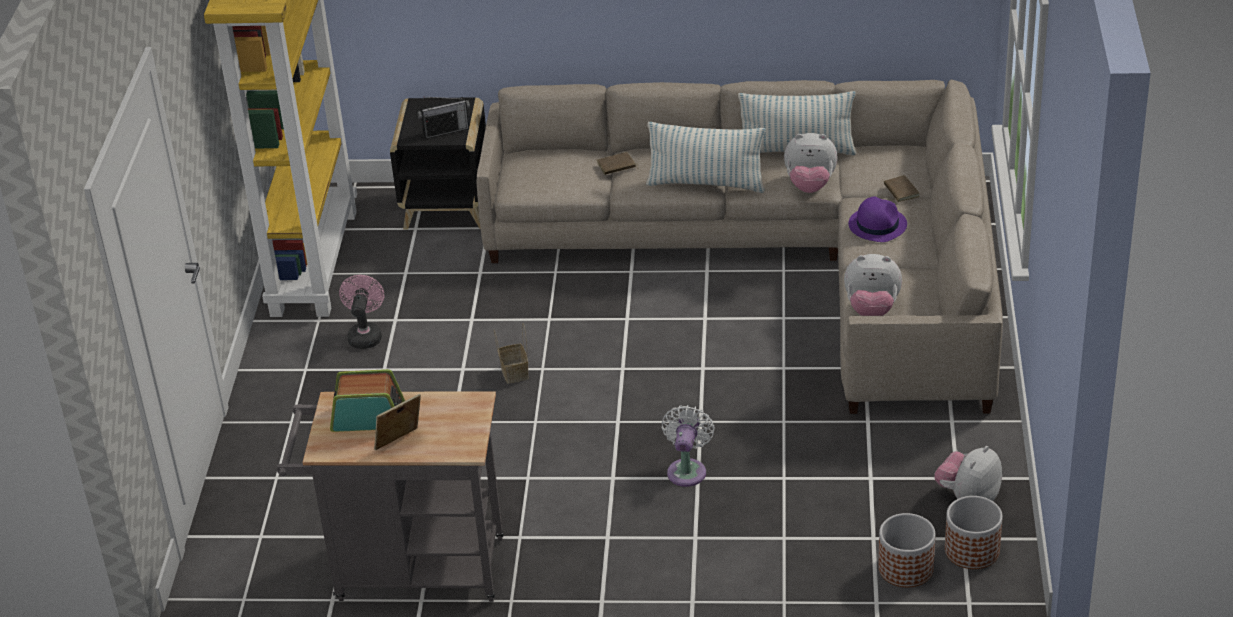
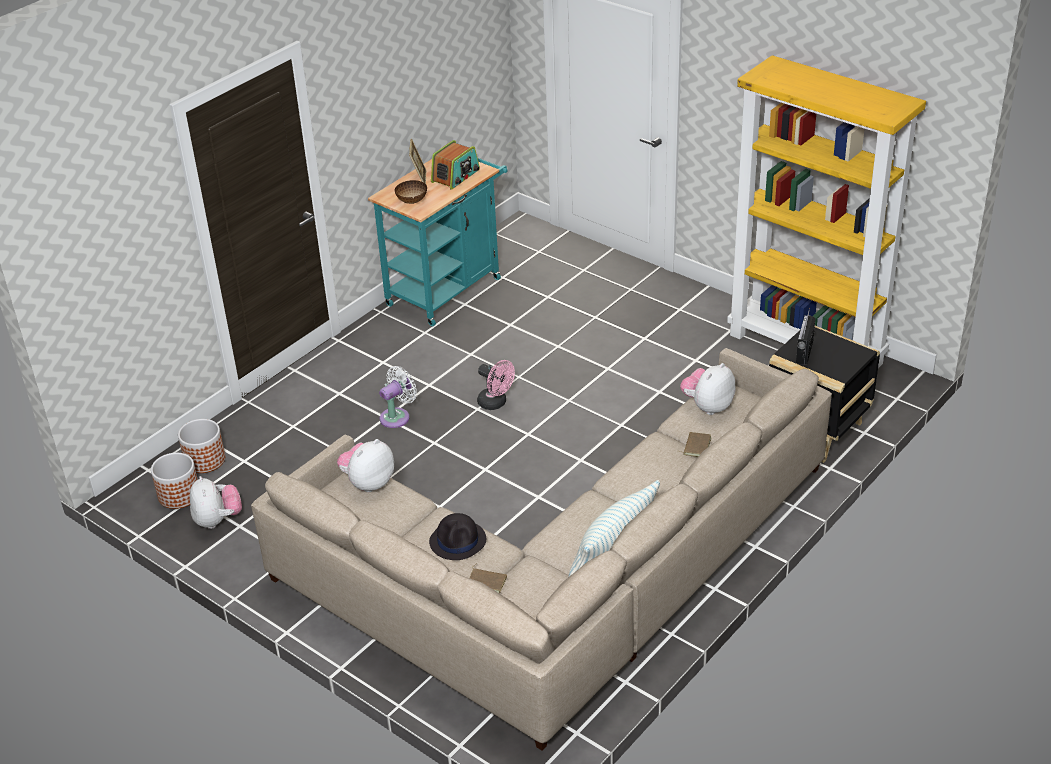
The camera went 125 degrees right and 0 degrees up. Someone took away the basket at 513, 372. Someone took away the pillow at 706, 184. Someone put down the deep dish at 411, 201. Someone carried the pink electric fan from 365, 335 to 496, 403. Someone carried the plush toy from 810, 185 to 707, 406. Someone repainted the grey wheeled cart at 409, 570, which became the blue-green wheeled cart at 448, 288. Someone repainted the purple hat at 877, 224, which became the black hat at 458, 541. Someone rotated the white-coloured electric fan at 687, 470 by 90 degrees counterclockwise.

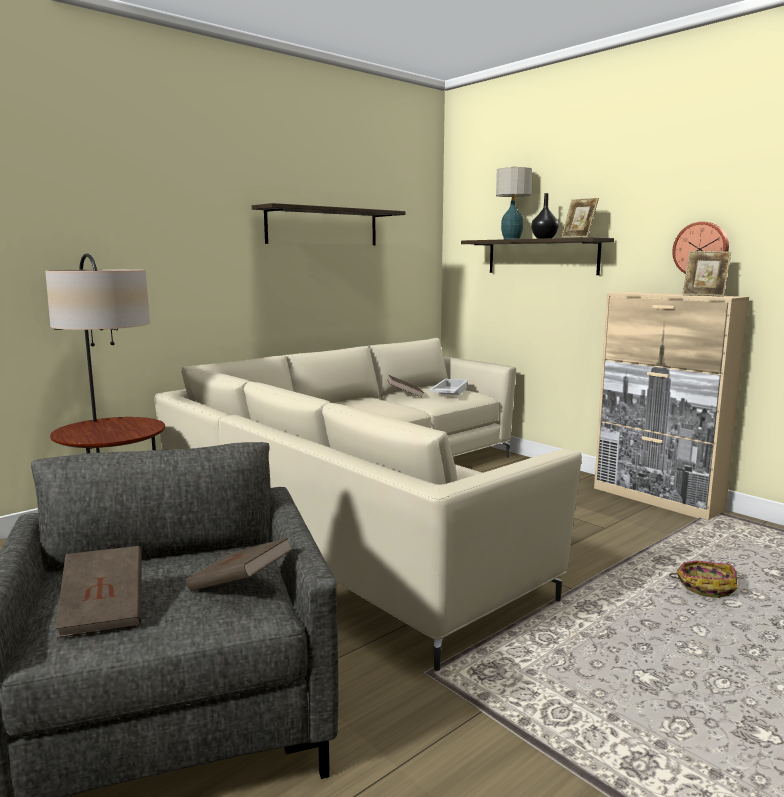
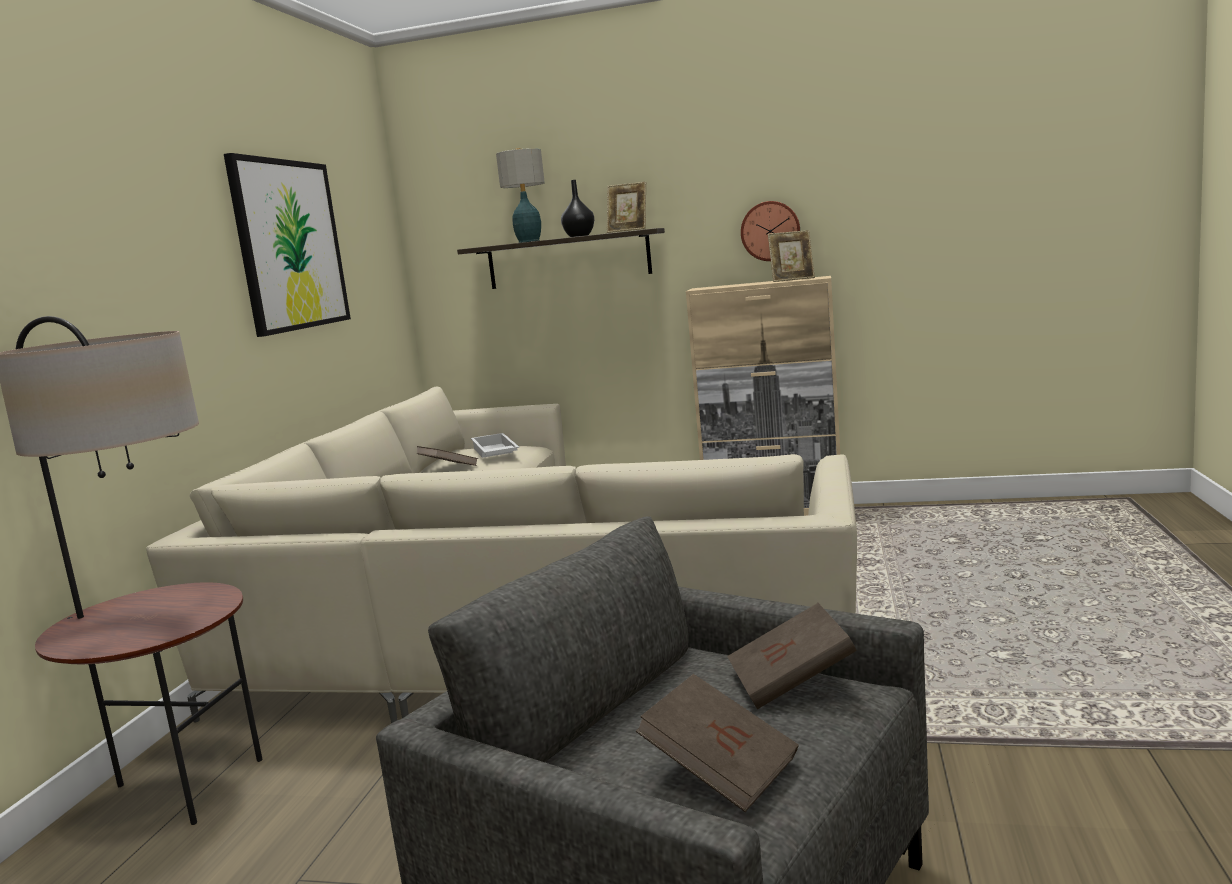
The camera went 35 degrees left and 0 degrees up. Someone took away the basket at 705, 587. Someone swapped the bracket shelf at 323, 227 for the wall art at 290, 245.

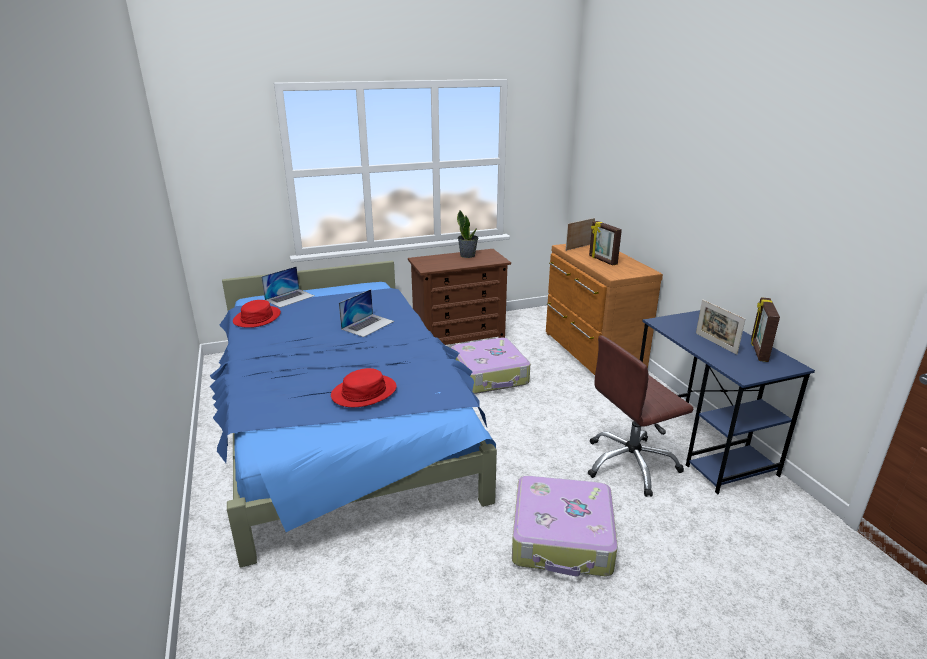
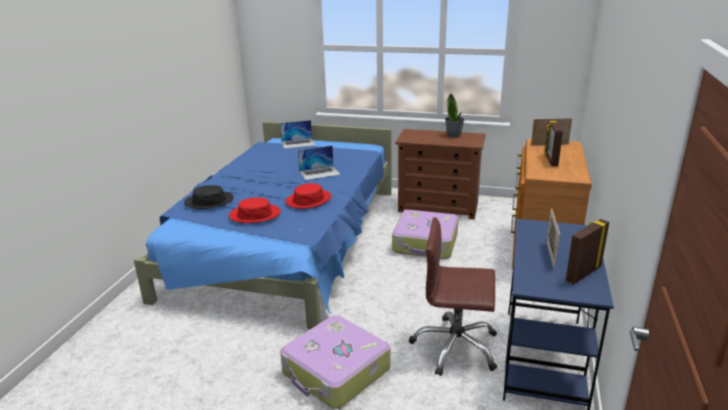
The camera went 35 degrees right and 0 degrees up. Someone put down the black hat at 209, 201. Someone carried the red hat from 257, 318 to 308, 200.

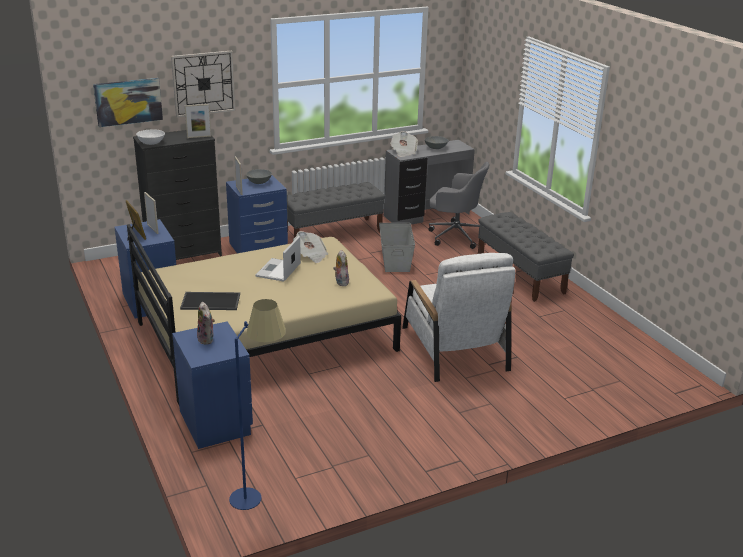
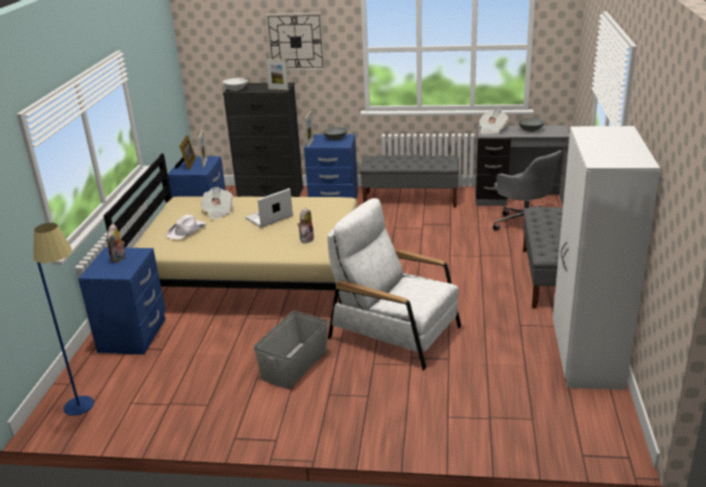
The camera went 35 degrees right and 0 degrees up. Someone took away the wall art at 128, 101. Someone put down the white-coloured armoire at 586, 357. Someone carried the daily paper from 310, 255 to 218, 211. Someone carried the grey storage box from 395, 259 to 295, 365. Someone swapped the serving tray at 211, 301 for the white-coloured hat at 187, 231. Someone rotated the white-coloured lounge chair at 453, 348 by 105 degrees clockwise.

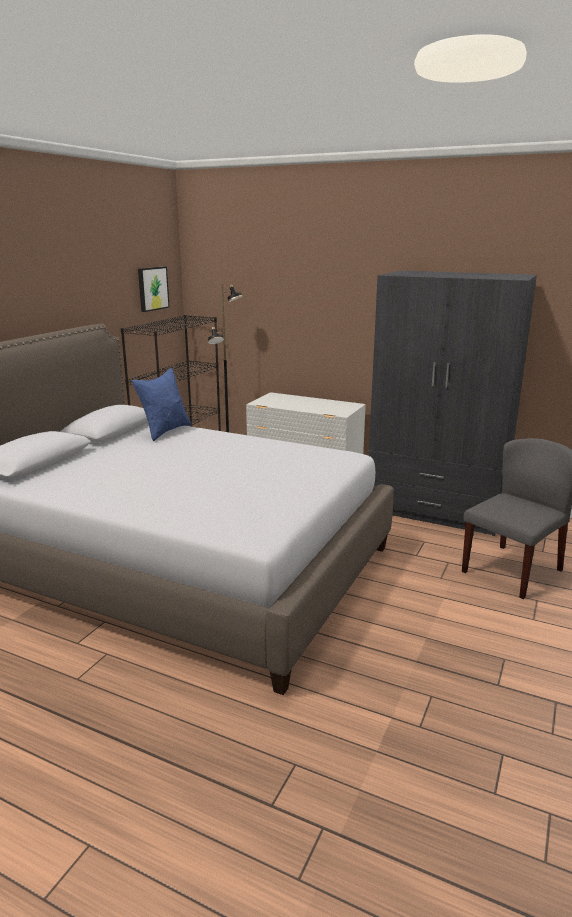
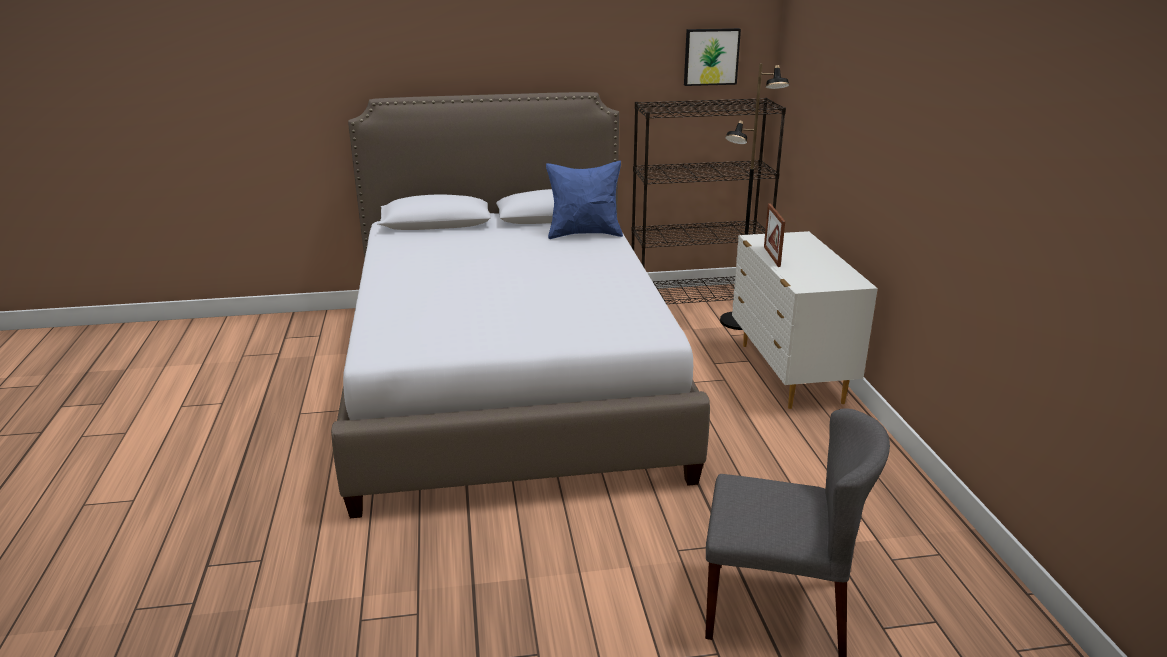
The camera went 55 degrees right and 5 degrees up. Someone took away the grey armoire at 436, 510. Someone put down the photo frame at 771, 256.

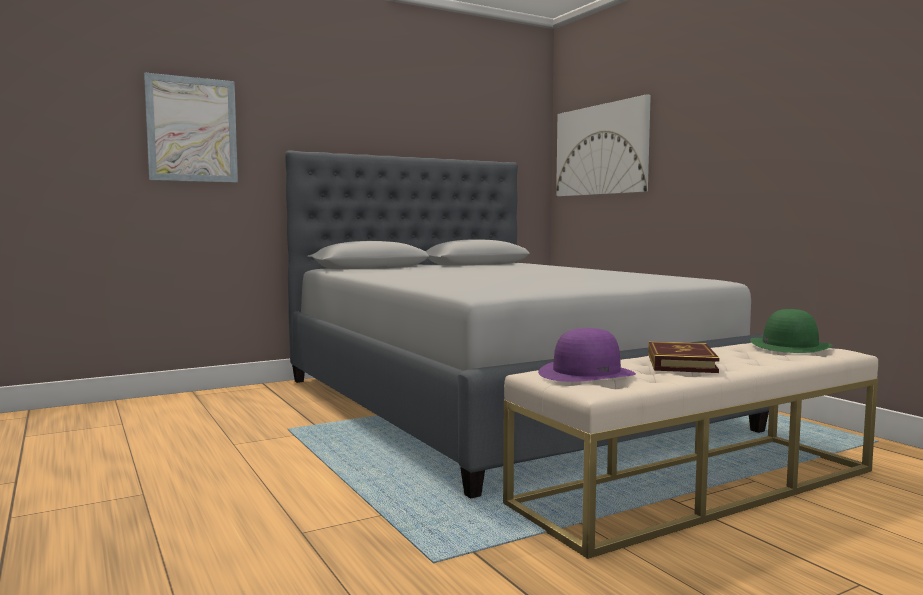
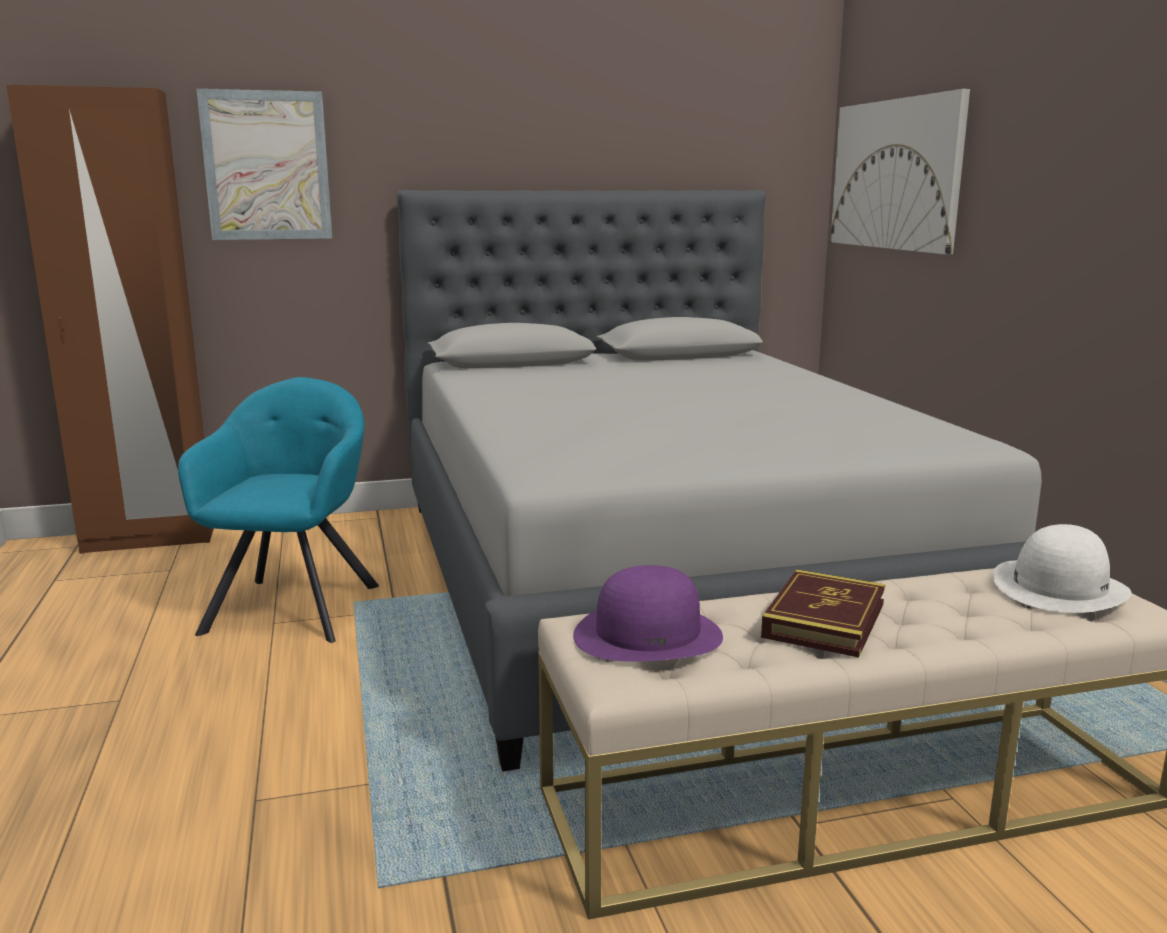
The camera went 15 degrees right and 10 degrees up. Someone put down the brown armoire at 149, 540. Someone put down the blue-green lounge chair at 295, 605. Someone repainted the greenish hat at 789, 346, which became the white-coloured hat at 1059, 587.

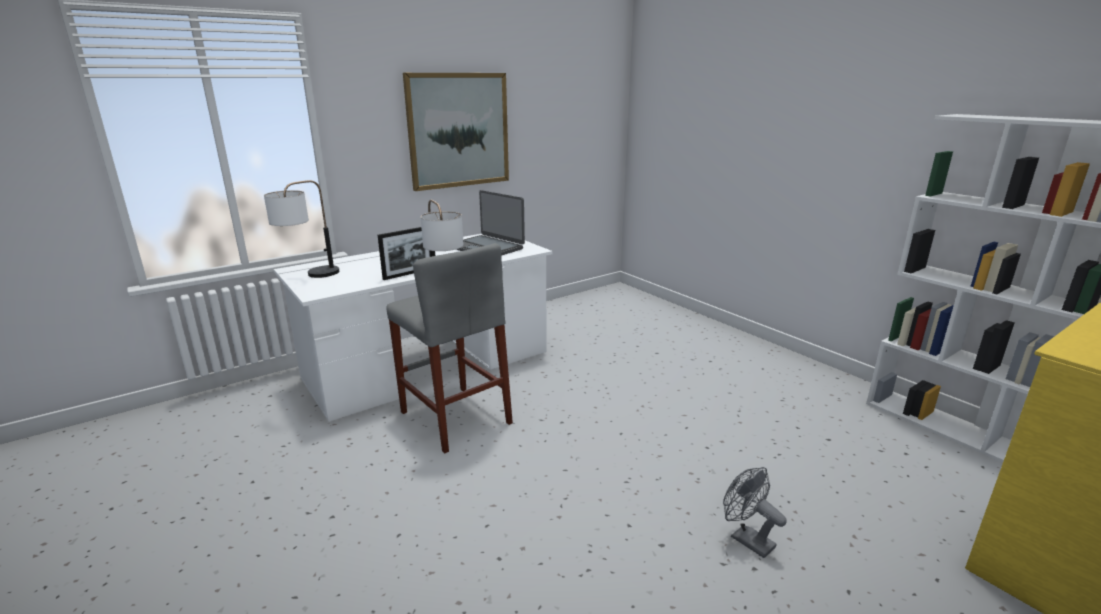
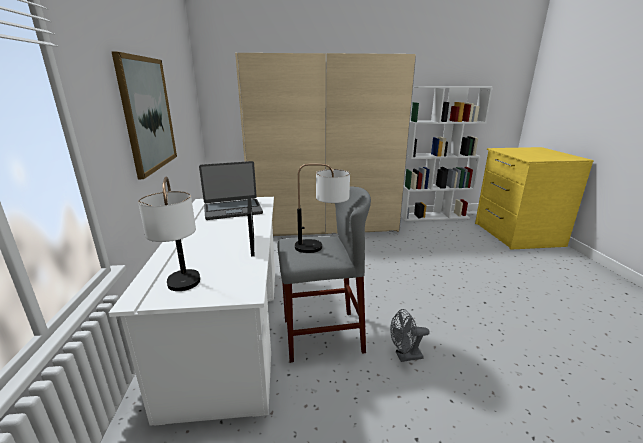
The camera went 60 degrees left and 0 degrees up. Someone put down the beige-coloured armoire at 324, 225. Someone carried the grey electric fan from 746, 539 to 405, 356.

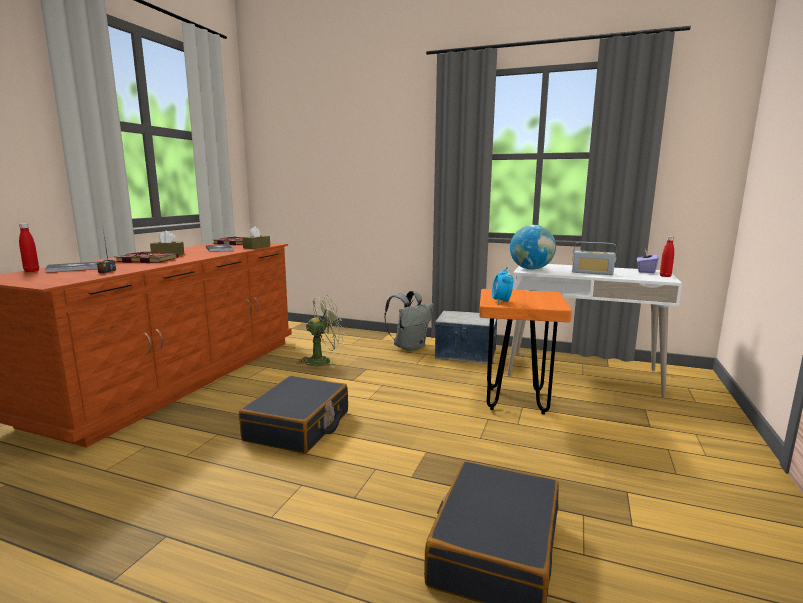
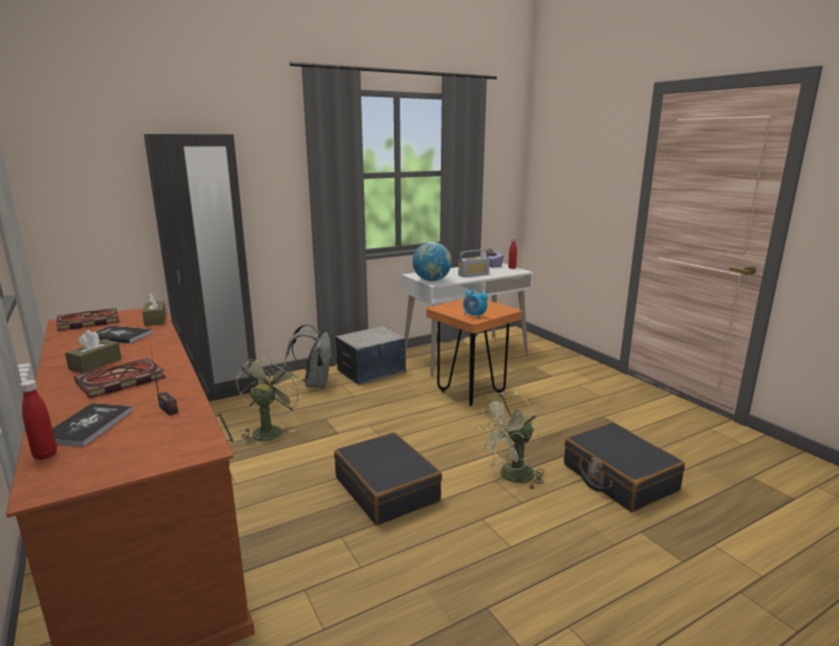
The camera went 50 degrees left and 5 degrees up. Someone put down the black armoire at 221, 393. Someone put down the greenish electric fan at 511, 477.

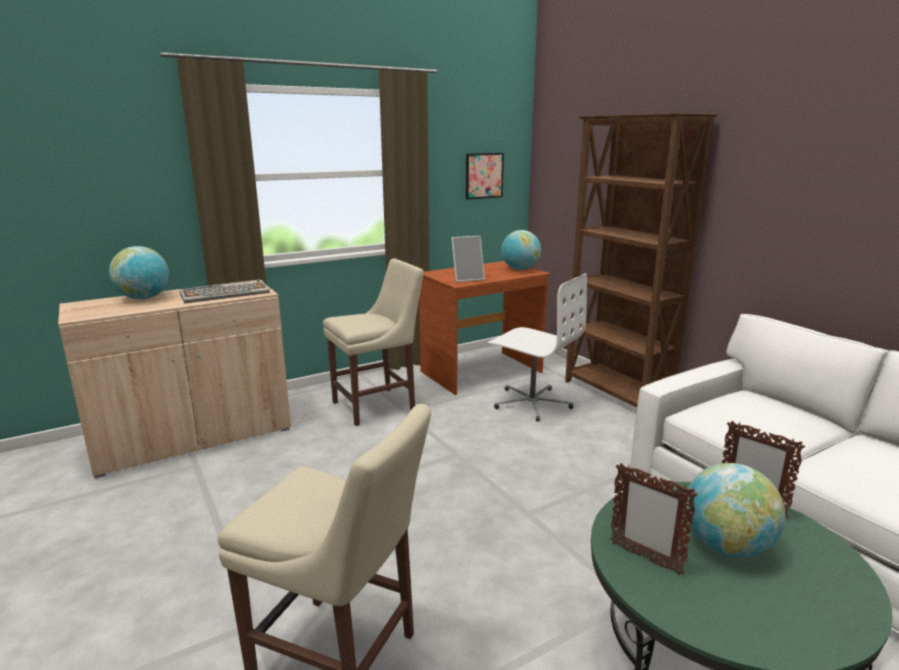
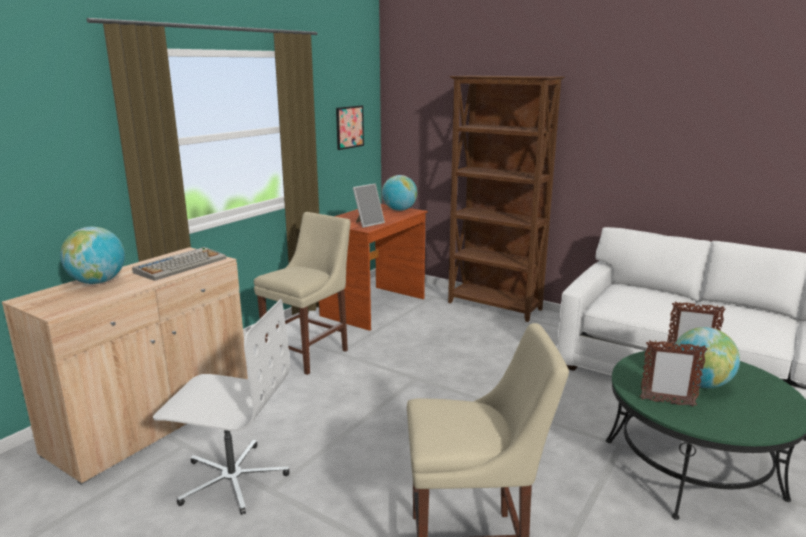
The camera went 25 degrees left and 0 degrees up. Someone carried the white-coloured desk chair from 532, 403 to 232, 478.

